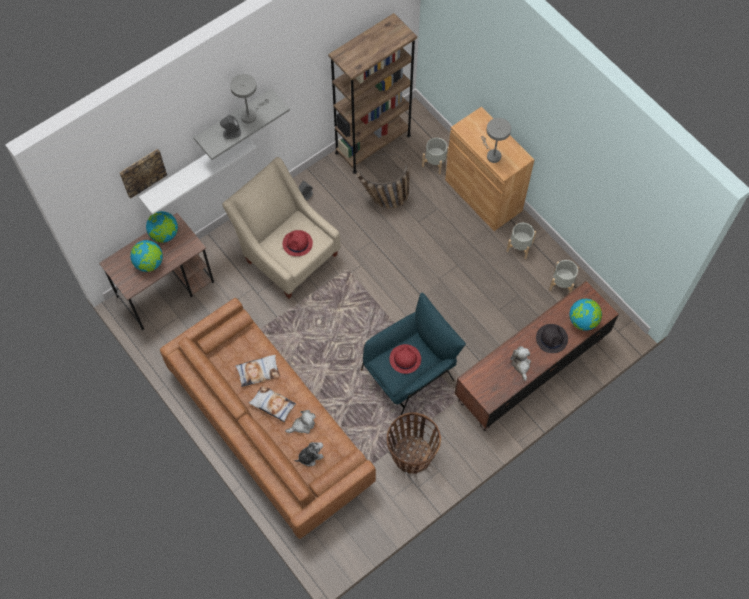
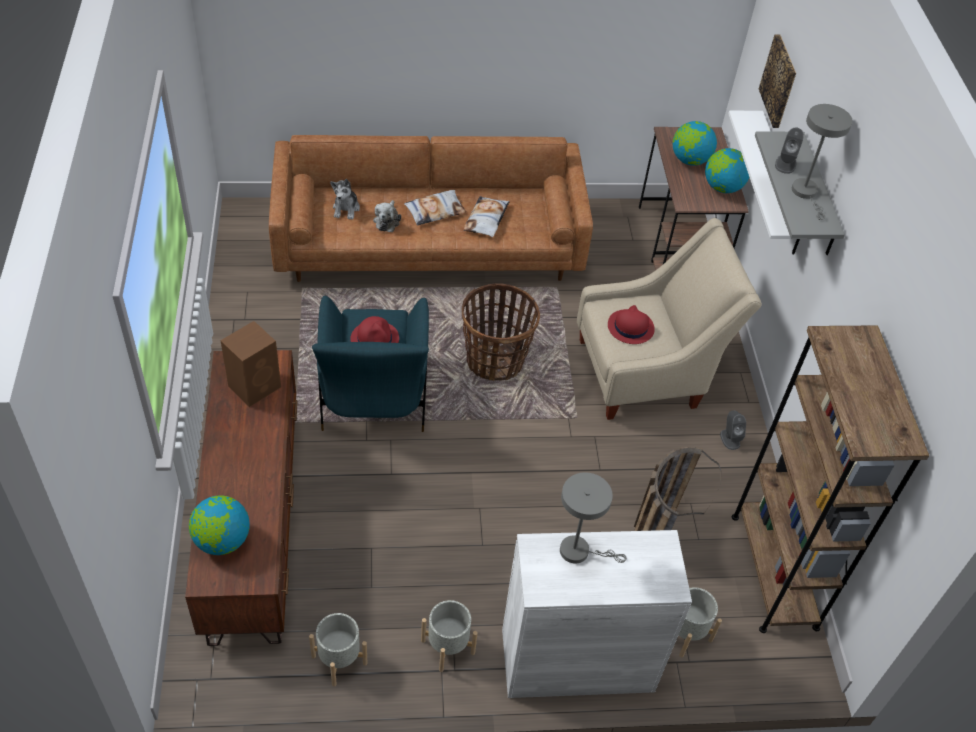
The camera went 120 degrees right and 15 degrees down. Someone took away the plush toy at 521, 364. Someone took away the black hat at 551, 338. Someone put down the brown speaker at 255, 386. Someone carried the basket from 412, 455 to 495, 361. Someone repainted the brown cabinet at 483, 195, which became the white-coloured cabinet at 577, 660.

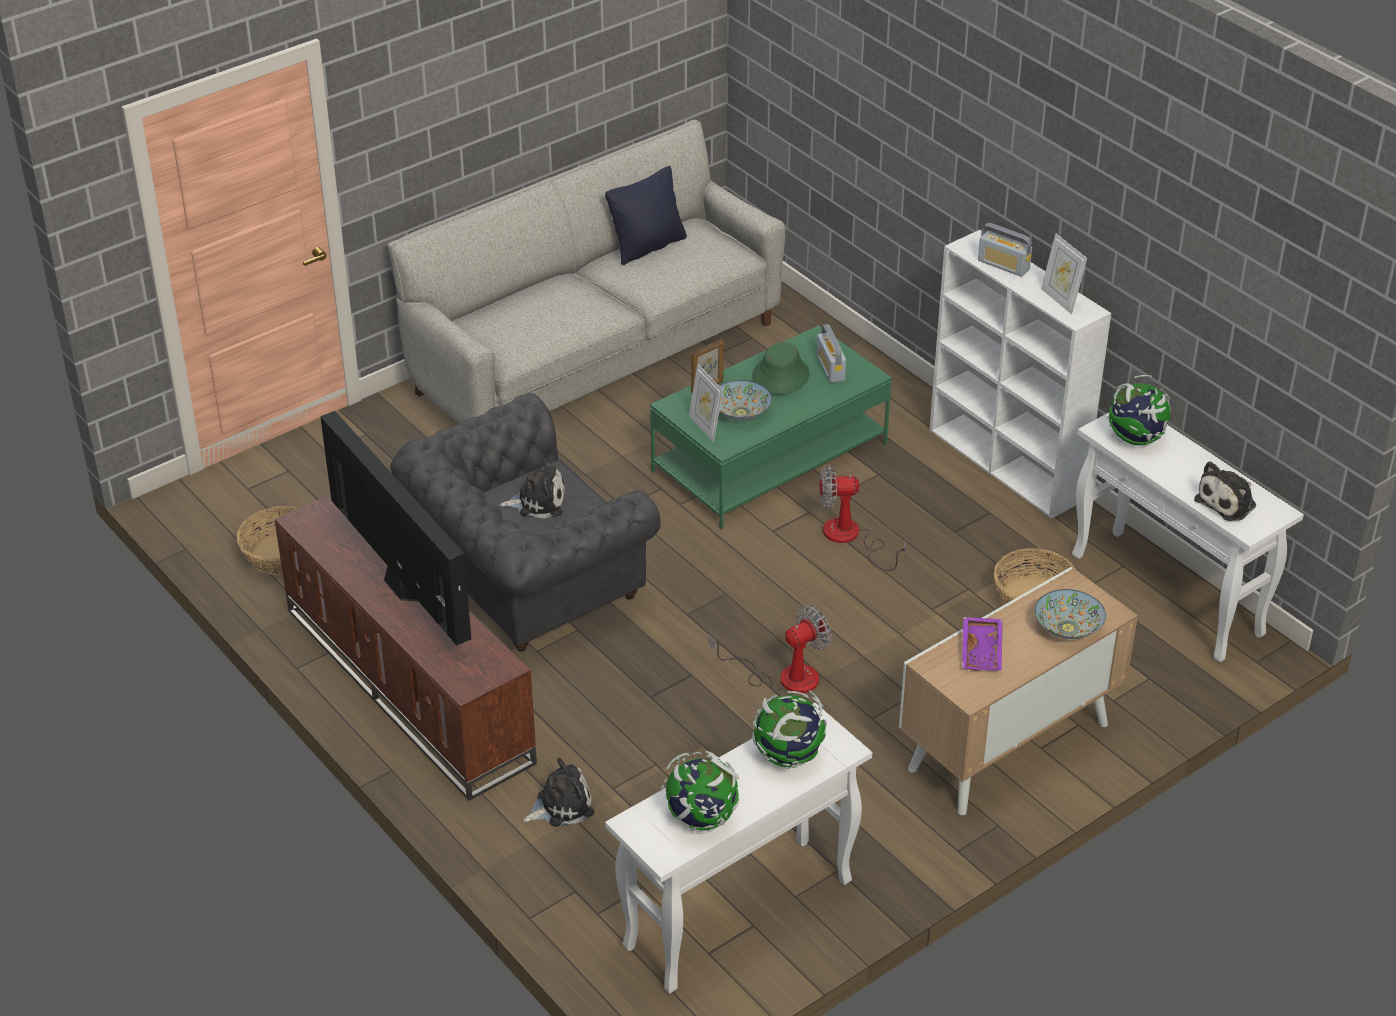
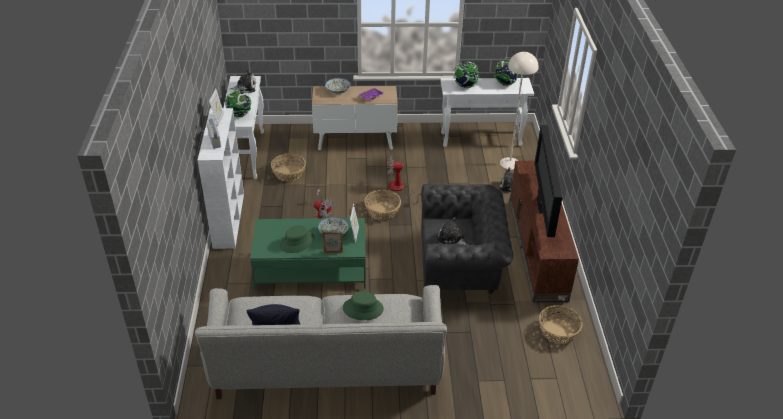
The camera went 145 degrees left and 0 degrees up. Someone took away the radio at 830, 368. Someone put down the greenish hat at 363, 308. Someone put down the basket at 382, 211. Someone put down the beige-coloured standard lamp at 510, 163.

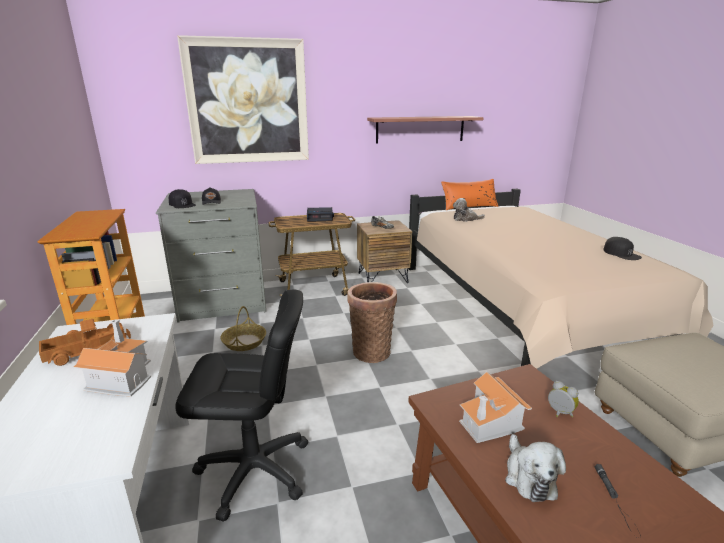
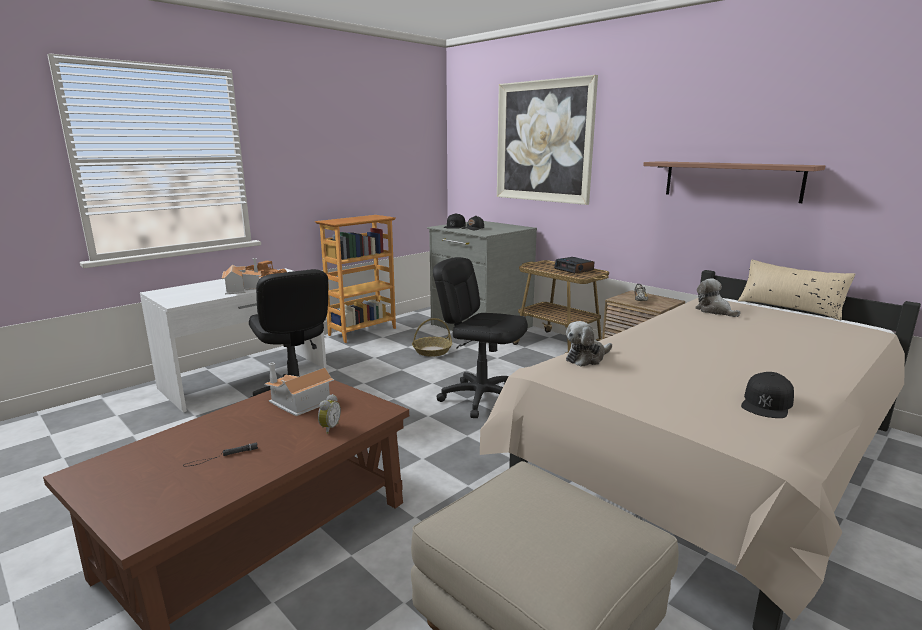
The camera went 60 degrees right and 5 degrees down. Someone carried the plush toy from 528, 476 to 586, 358. Someone swapped the basket at 371, 351 for the black desk chair at 481, 398. Someone repainted the orange pillow at 469, 206, which became the beige-coloured pillow at 789, 308.

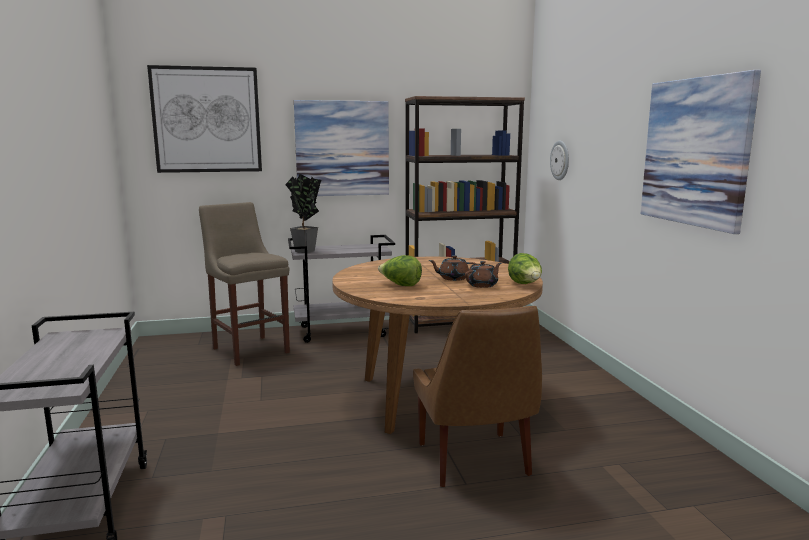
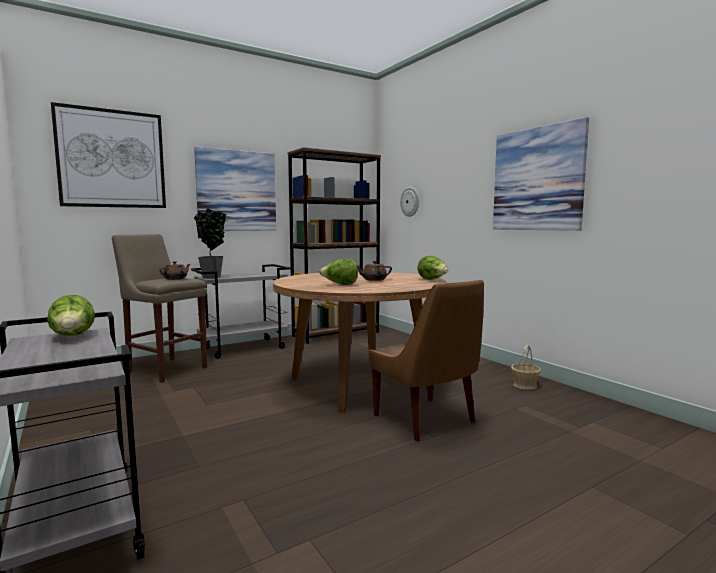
The camera went 20 degrees left and 5 degrees down. Someone put down the head of lettuce at 73, 337. Someone put down the basket at 525, 385. Someone carried the brown pot for tea from 482, 285 to 176, 278.

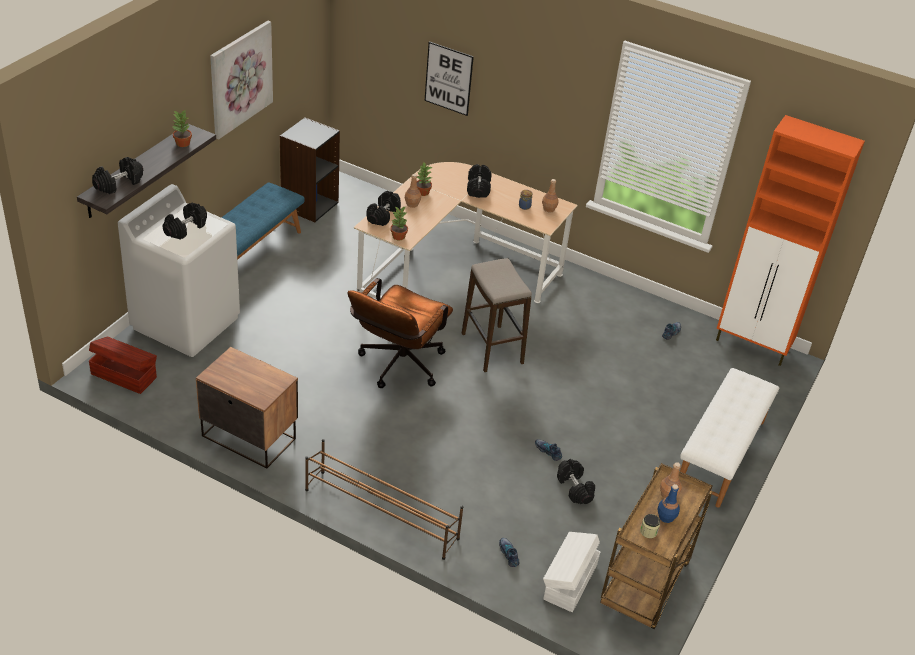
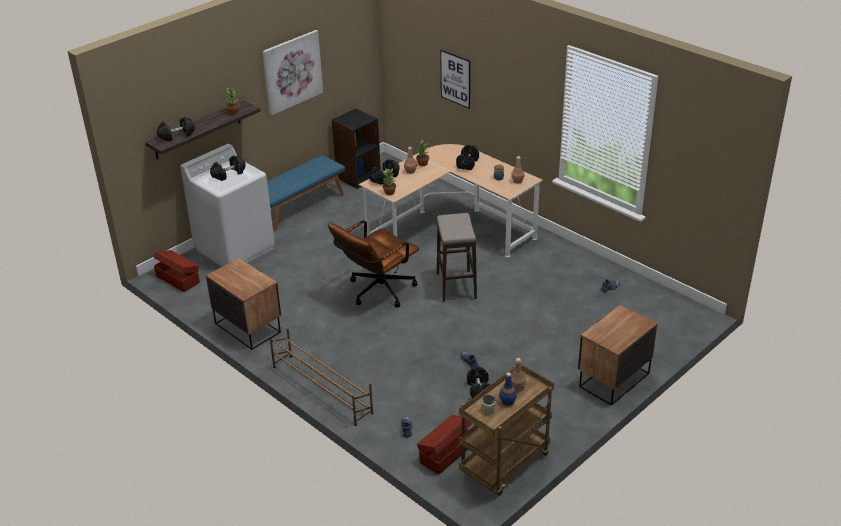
The camera went 20 degrees right and 5 degrees down. Someone took away the orange cabinet at 753, 345. Someone swapped the white-coloured bench at 721, 454 for the night table at 612, 380. Someone repainted the white-coloured storage box at 569, 581, which became the brown storage box at 445, 453.

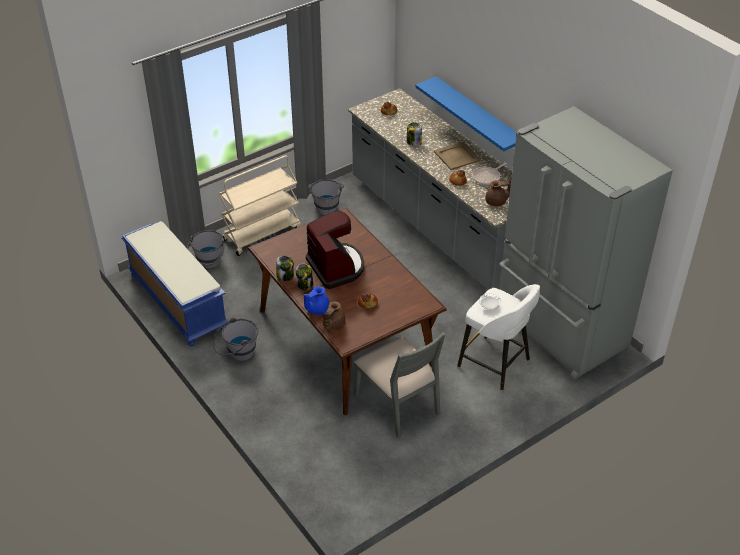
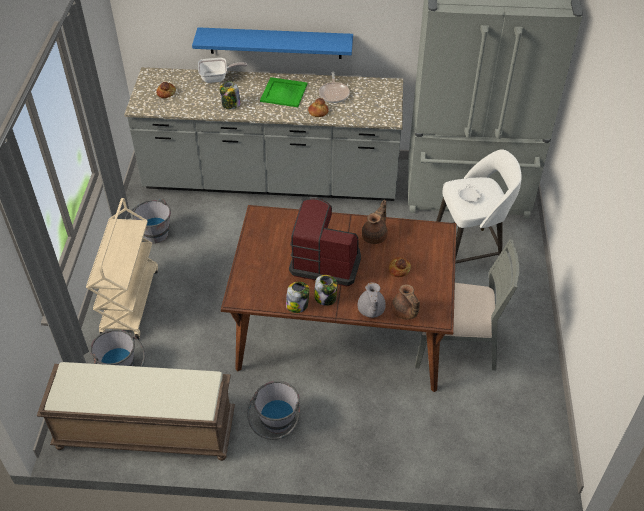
The camera went 50 degrees left and 5 degrees up. Someone put down the pan at 217, 78. Someone carried the brown pot for tea from 497, 202 to 375, 236. Someone repainted the bluish bench at 176, 301, which became the brown bench at 144, 432. Someone repainted the bluish pot for tea at 317, 309, which became the grey pot for tea at 371, 310. Someone repainted the beige-coloured serving tray at 457, 156, which became the greenish serving tray at 283, 92.

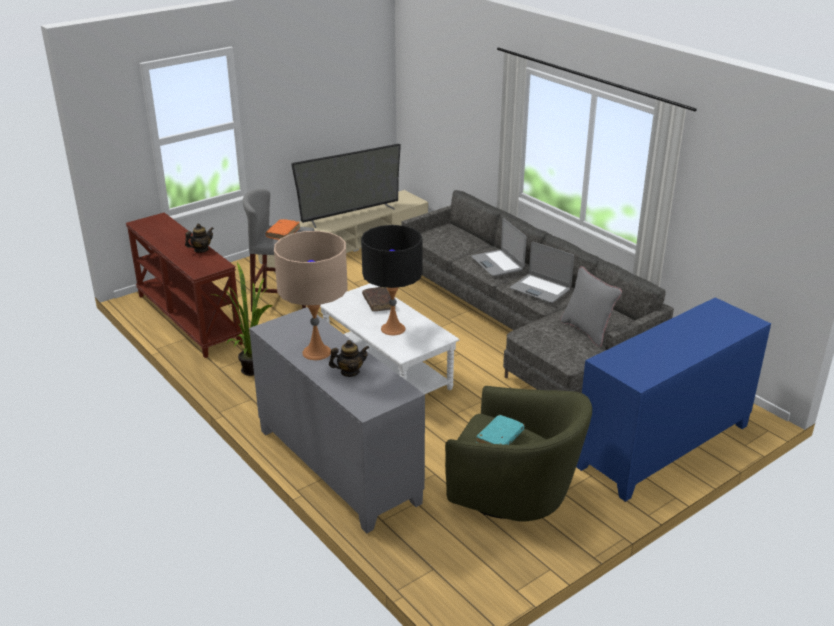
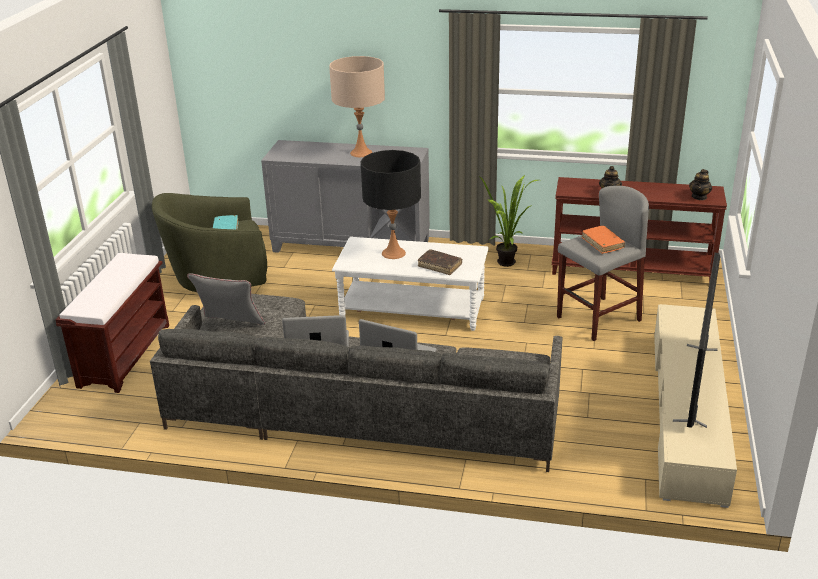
The camera went 140 degrees right and 0 degrees up. Someone carried the pot for tea from 350, 372 to 699, 197. Someone swapped the bluish cabinet at 664, 446 for the brown bench at 125, 354.

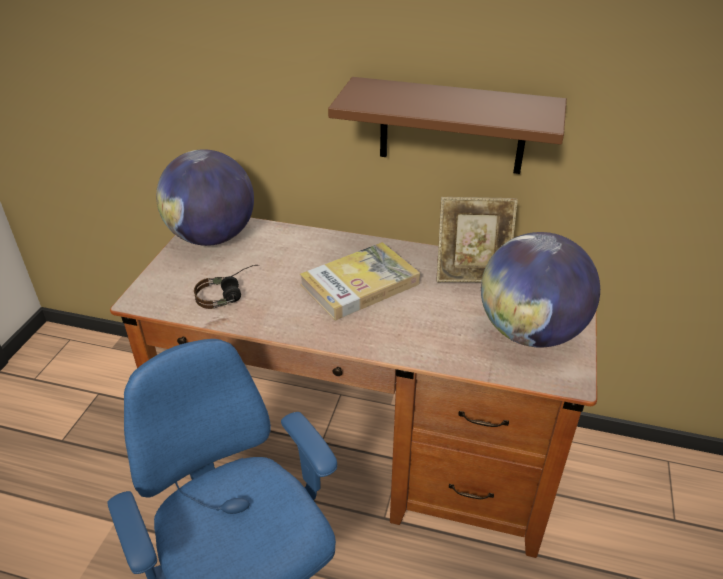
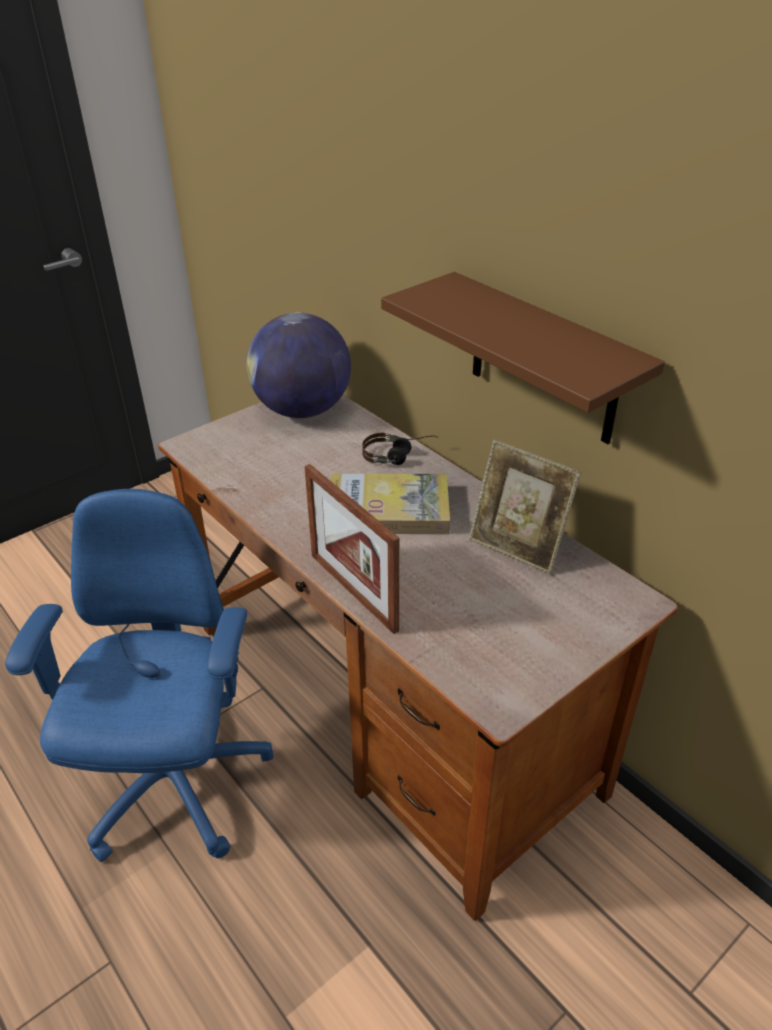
The camera went 35 degrees right and 0 degrees up. Someone took away the desk globe at 530, 332. Someone put down the photo frame at 353, 592. Someone carried the pair of headphones from 230, 294 to 399, 456.

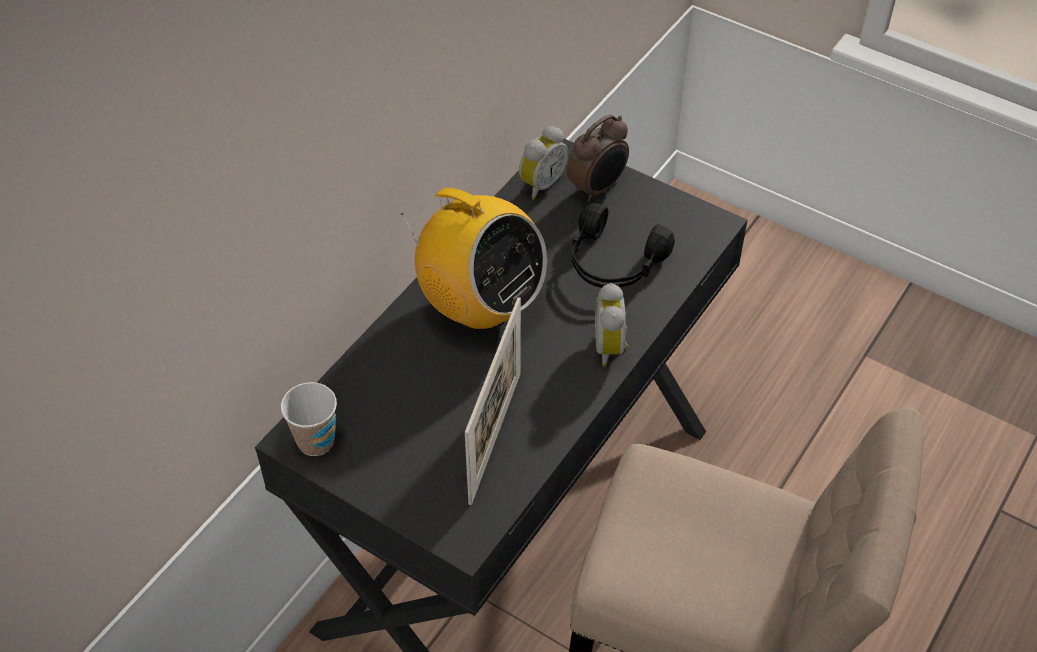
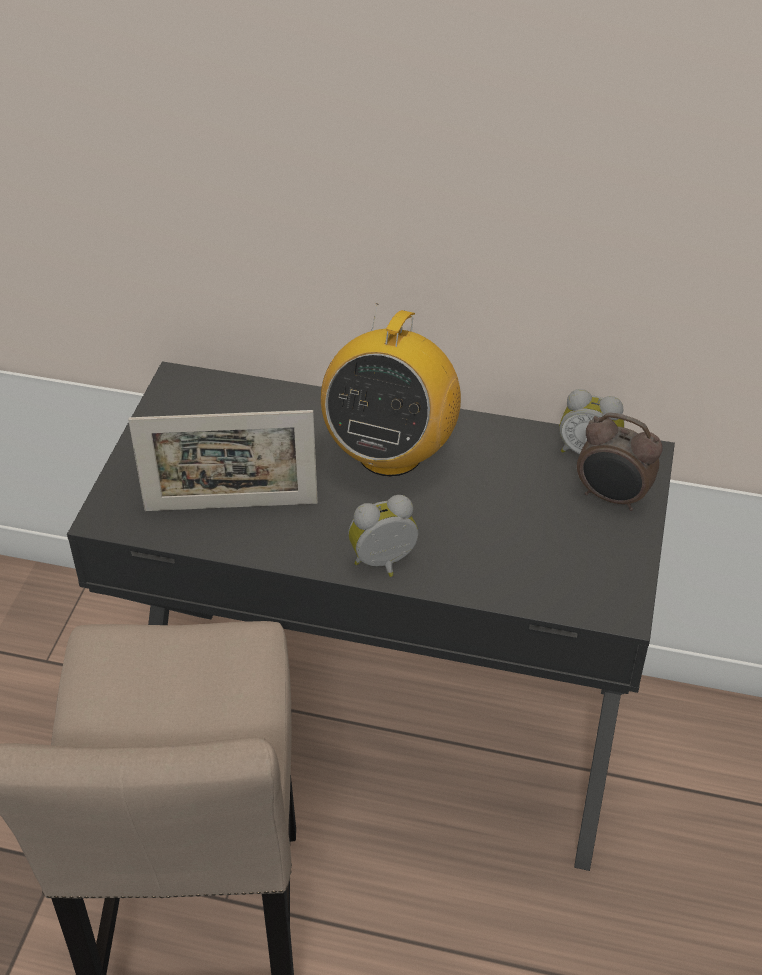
The camera went 70 degrees right and 5 degrees down. Someone took away the cup at 316, 441. Someone took away the black pair of headphones at 613, 263.

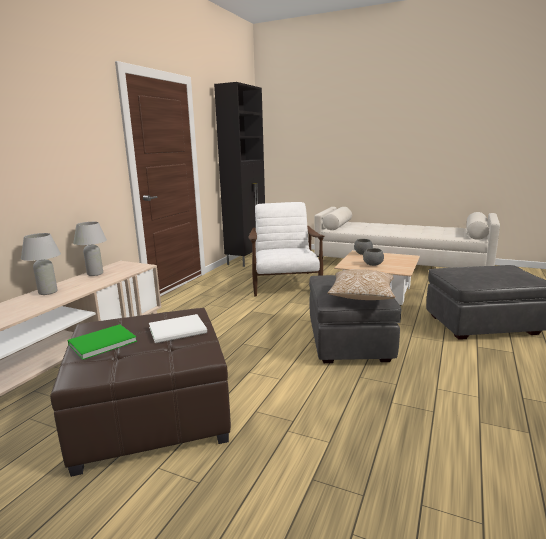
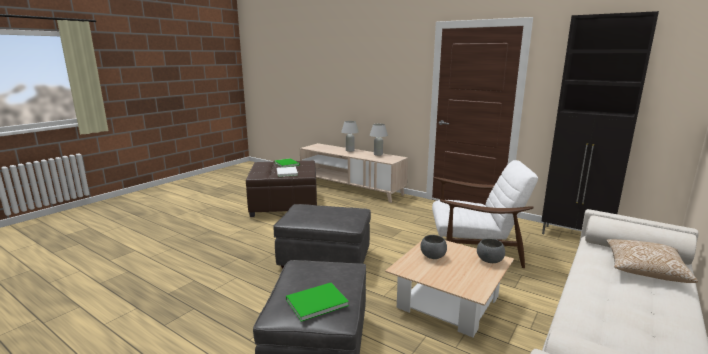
The camera went 100 degrees right and 0 degrees up. Someone put down the greenish book at 314, 302. Someone carried the pillow from 361, 296 to 644, 270.

